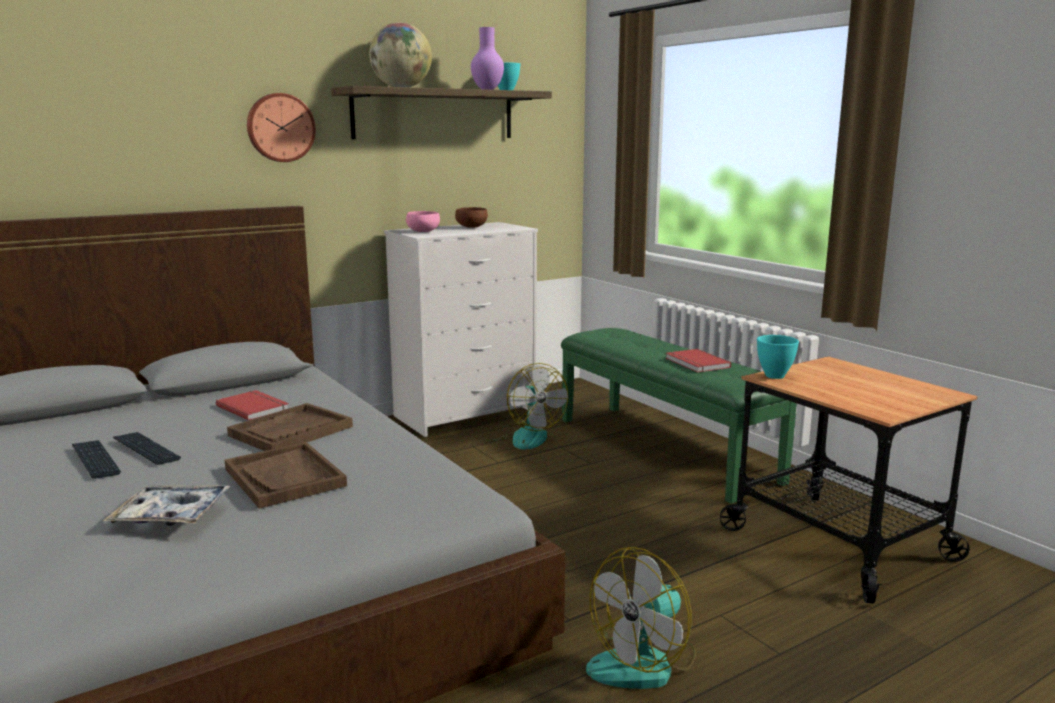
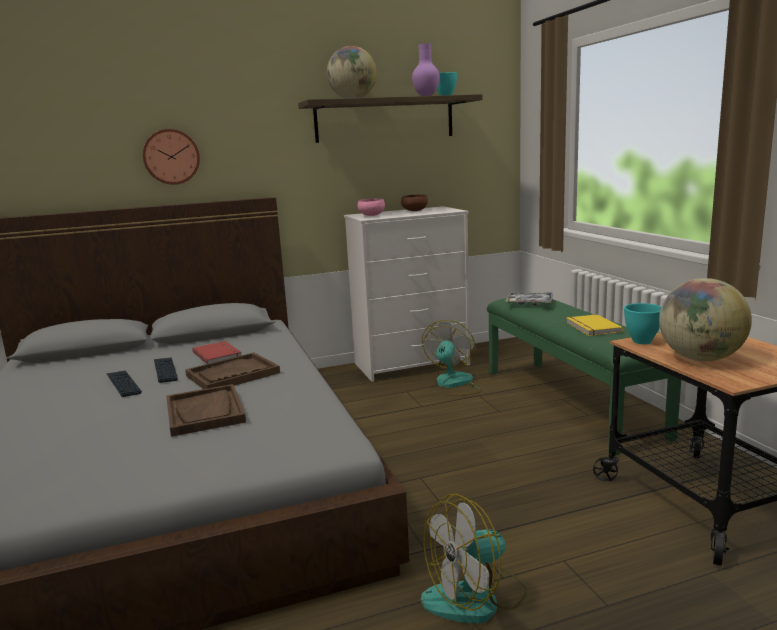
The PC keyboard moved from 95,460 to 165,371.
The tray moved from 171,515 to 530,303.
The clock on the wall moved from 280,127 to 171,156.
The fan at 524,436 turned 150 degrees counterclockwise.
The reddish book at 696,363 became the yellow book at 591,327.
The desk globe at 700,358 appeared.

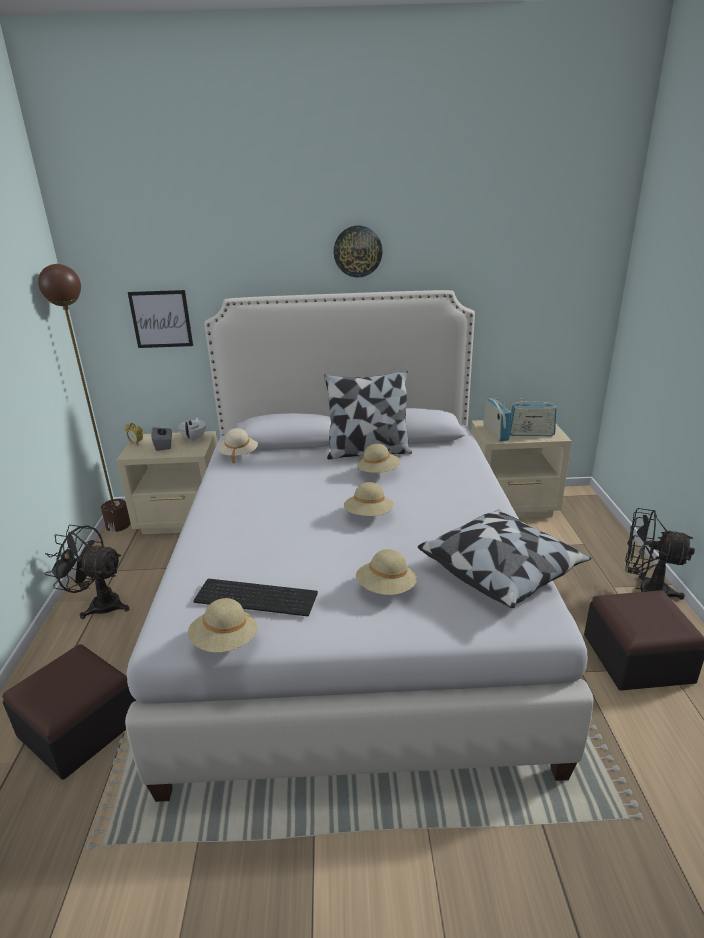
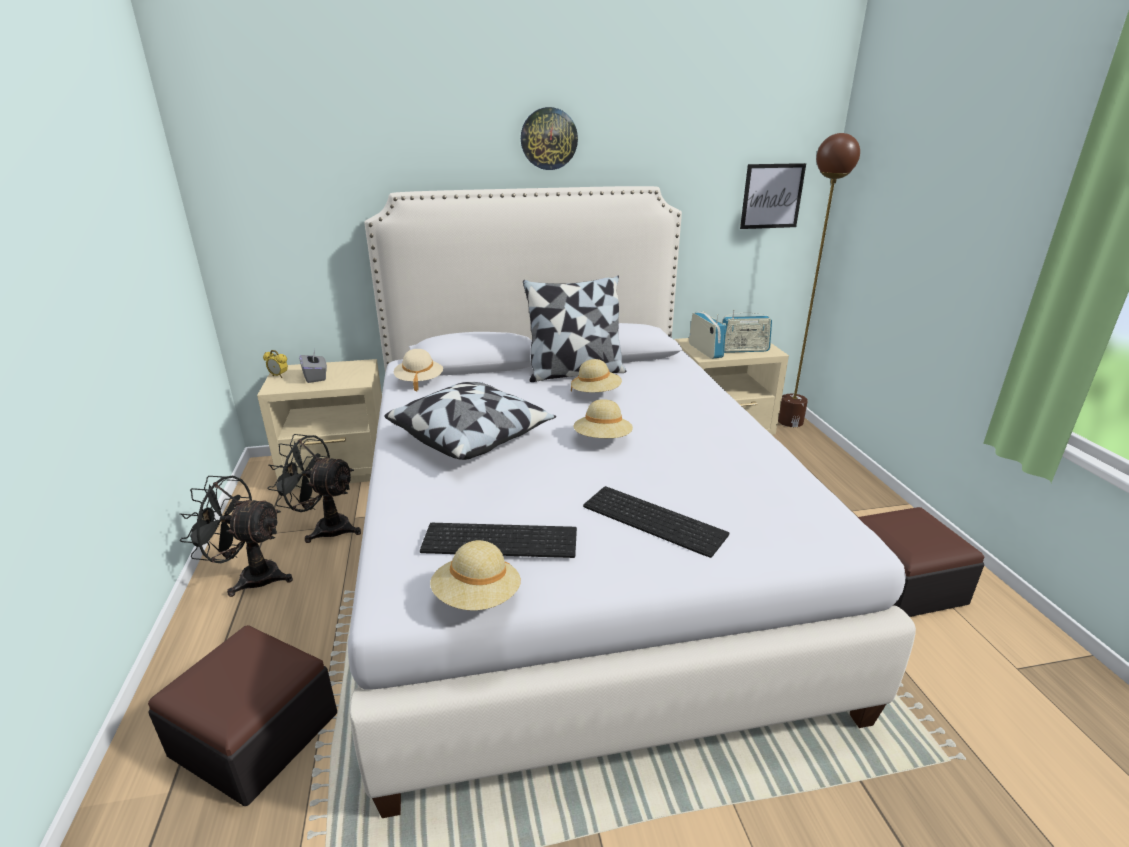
The brownish floor lamp moved from 118,525 to 790,422.
The wall art moved from 161,319 to 772,196.
The whitish teapot at 194,438 disappeared.
The sand-coloured wearable hat at 386,589 was replaced by the PC keyboard at 656,519.
The pillow moved from 501,571 to 472,437.
The black fan moved from 644,590 to 325,528.

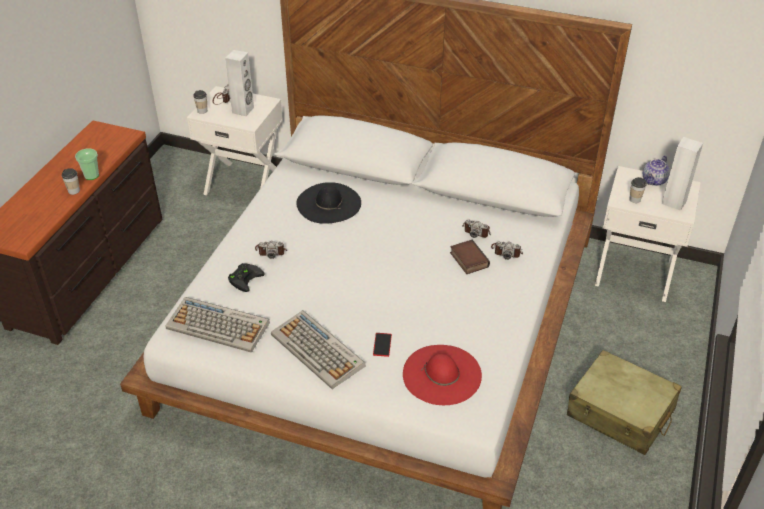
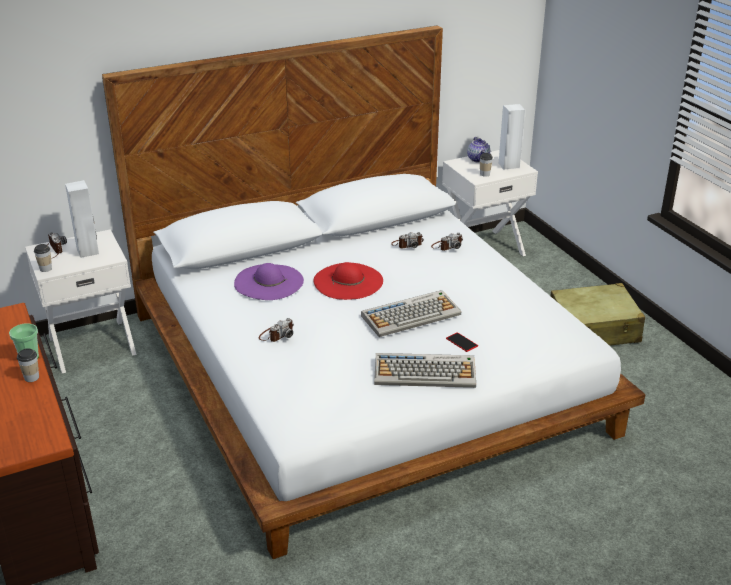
The PC keyboard moved from 219,325 to 411,314.
The black game controller at 245,278 disappeared.
The black wearable hat at 328,203 became the purple wearable hat at 268,282.
The reddish wearable hat moved from 442,374 to 348,281.
The book at 468,259 disappeared.

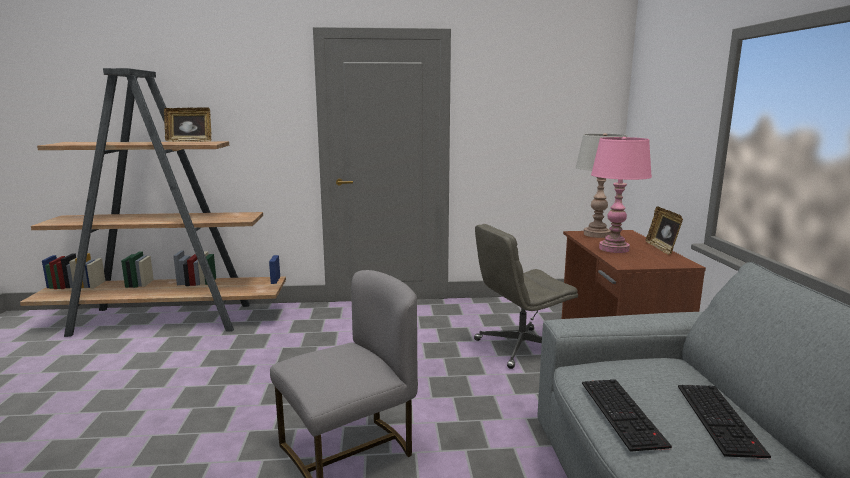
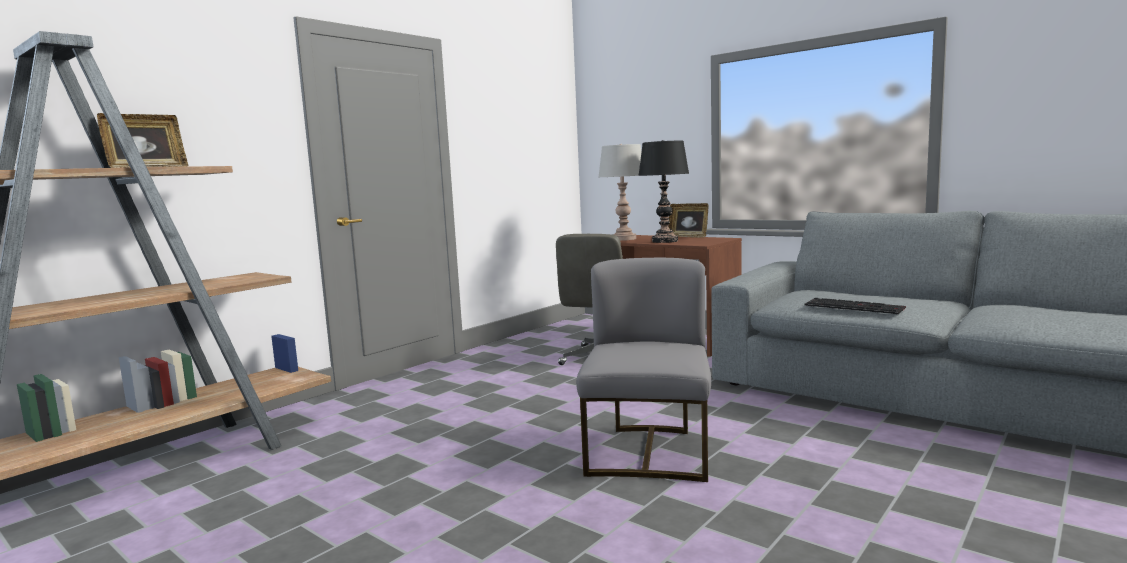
The pink-coloured table lamp at 614,249 became the black table lamp at 665,241.
The PC keyboard at 721,420 disappeared.

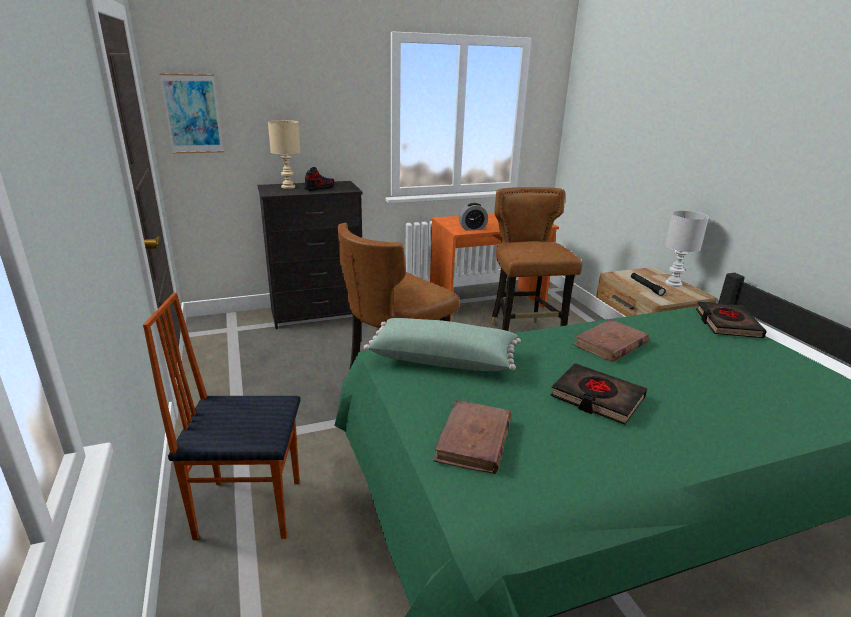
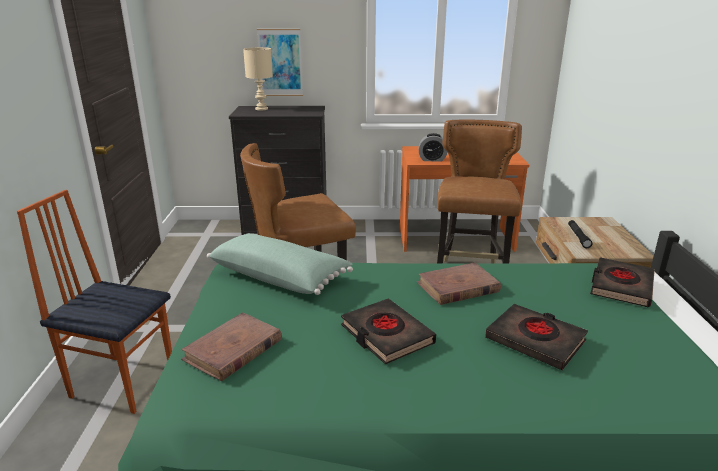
The wall art moved from 192,114 to 280,63.
The item of footwear at 319,188 disappeared.
The whitish table lamp at 672,283 disappeared.
The black book at 535,340 appeared.

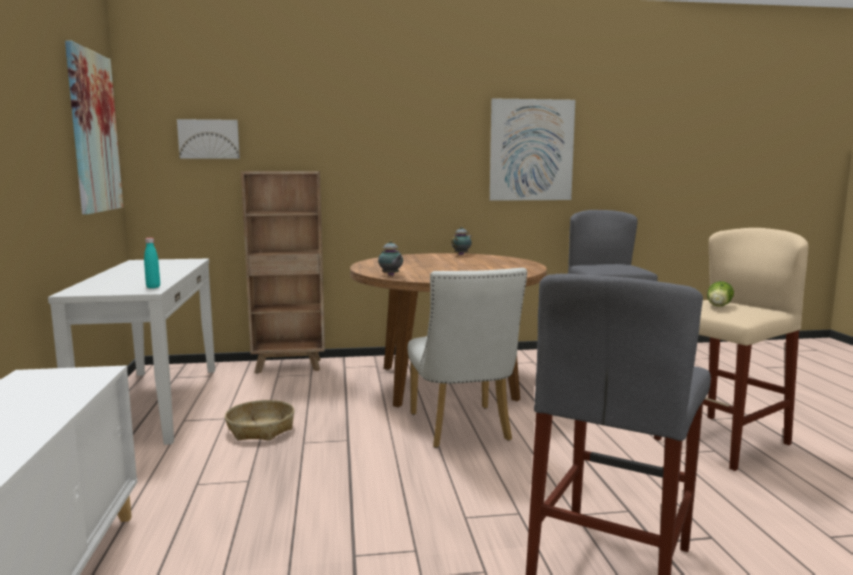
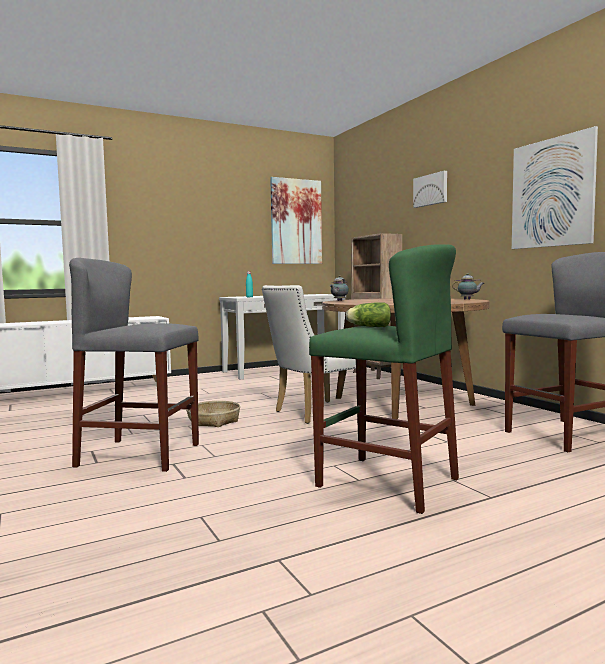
The wall art moved from 209,139 to 431,190.
The household basket moved from 260,429 to 214,421.
The sand-coloured stool at 721,441 became the green stool at 387,482.

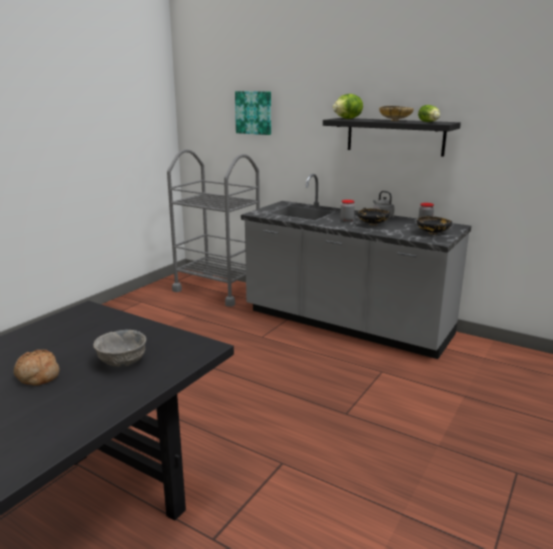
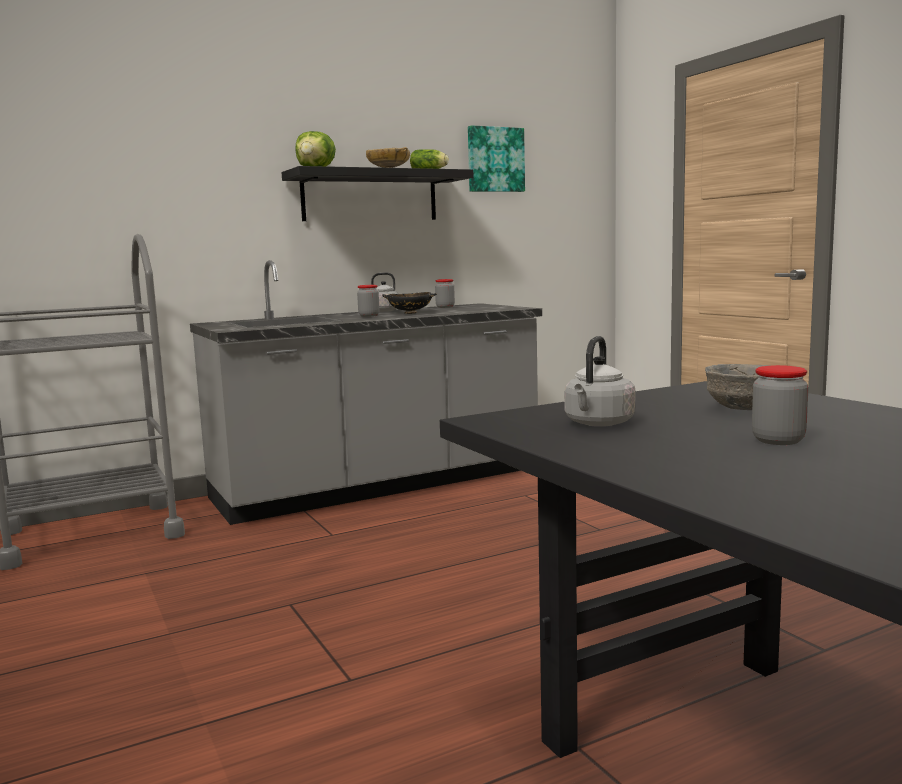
The bakery bread at 37,376 was replaced by the storage jar at 778,440.
The wall art moved from 254,112 to 495,160.
The black serving bowl at 433,233 disappeared.
The greyish kettle at 598,424 appeared.

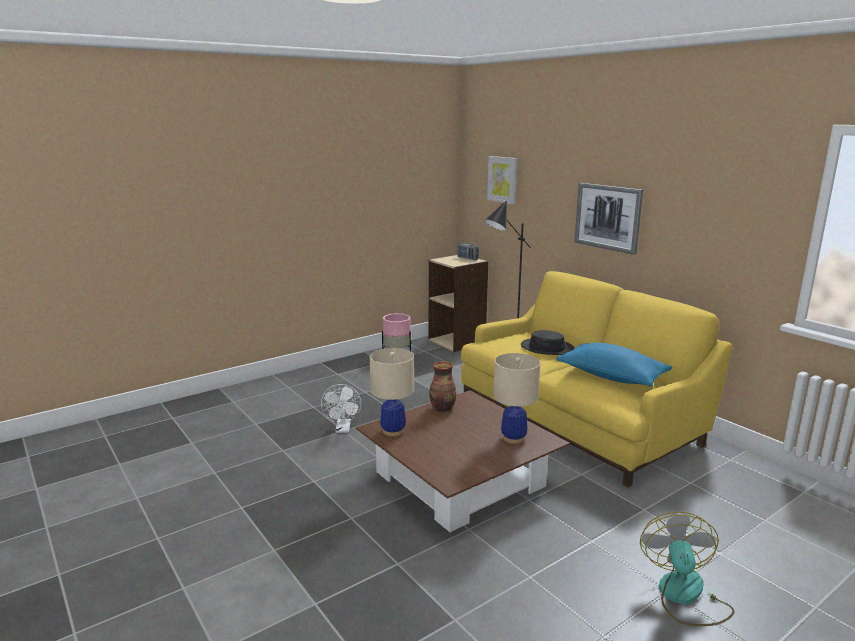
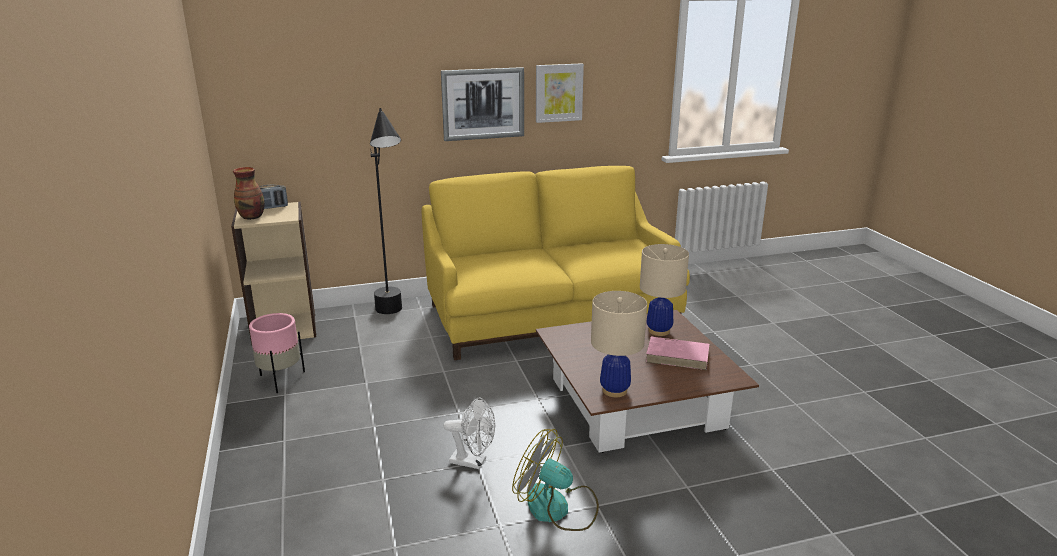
The decorative vase moved from 443,408 to 252,217.
The wall art moved from 502,179 to 558,92.
The black wearable hat at 547,347 disappeared.
The bluish pillow at 612,377 disappeared.
The fan moved from 684,596 to 557,508.
The pink-coloured book at 678,356 appeared.

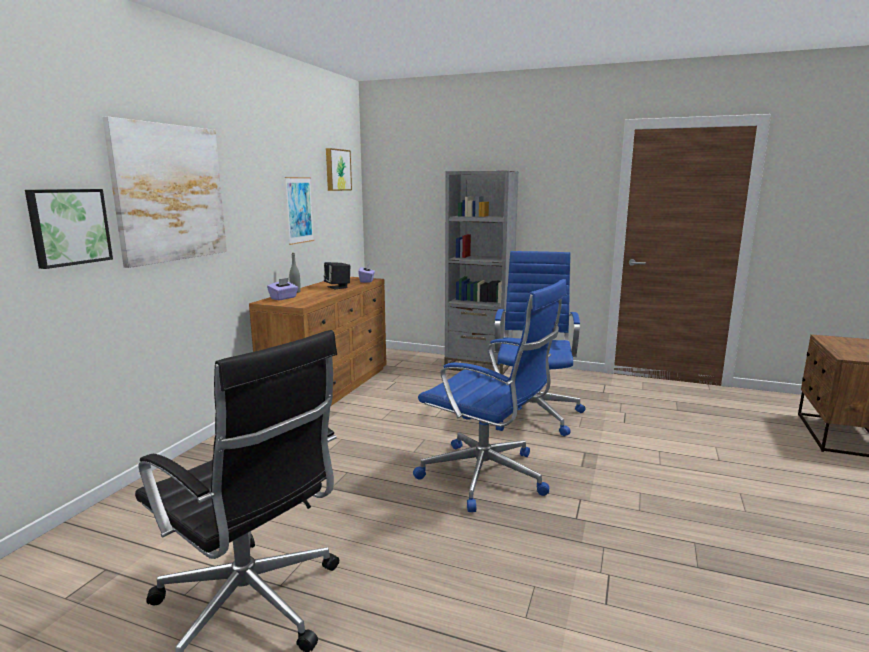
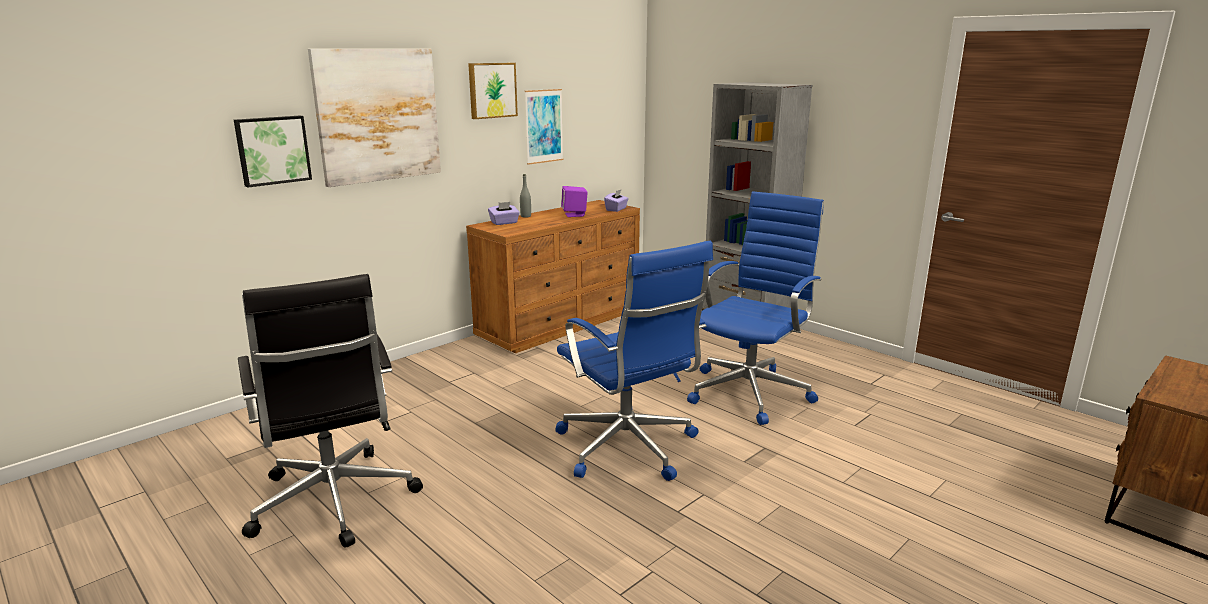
The black audio speaker at 337,287 became the purple audio speaker at 574,214.
The wall art moved from 337,170 to 491,90.

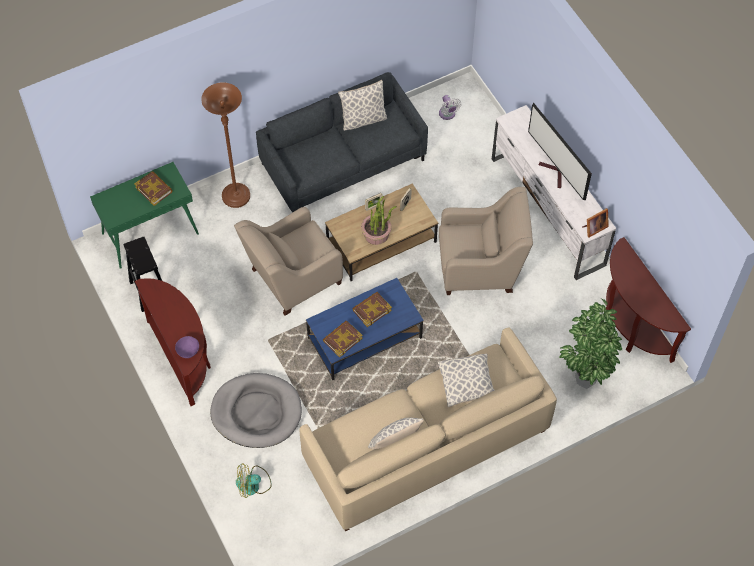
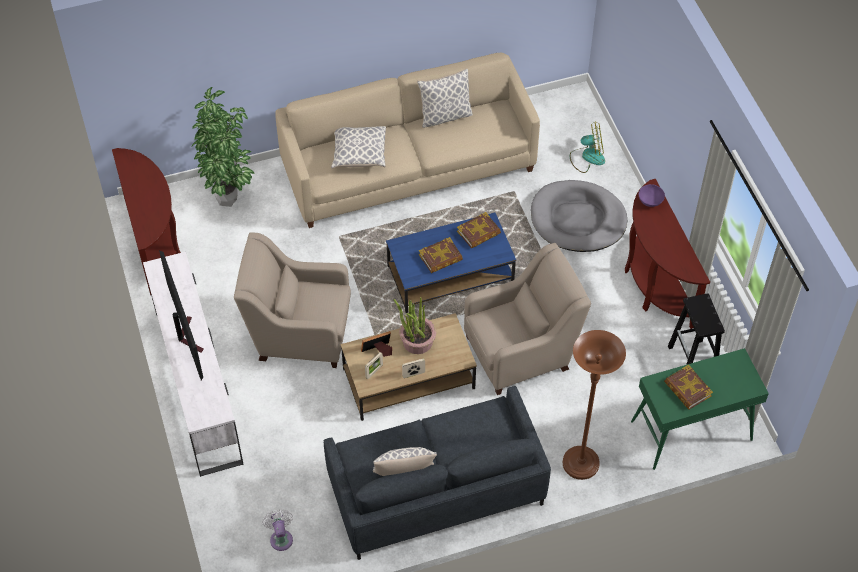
The standing frame moved from 593,228 to 378,351.

